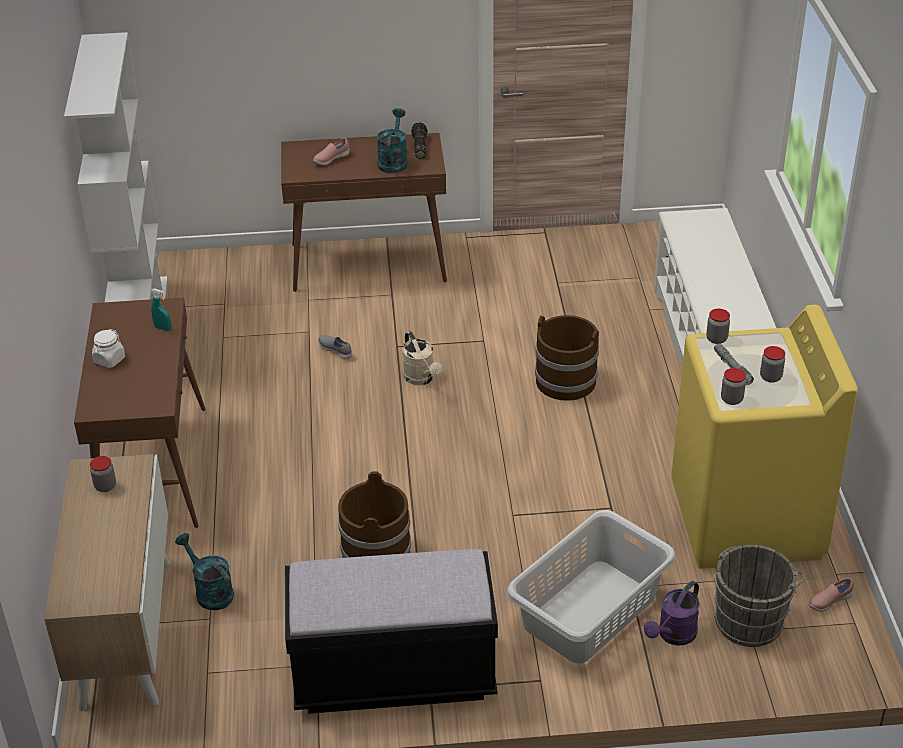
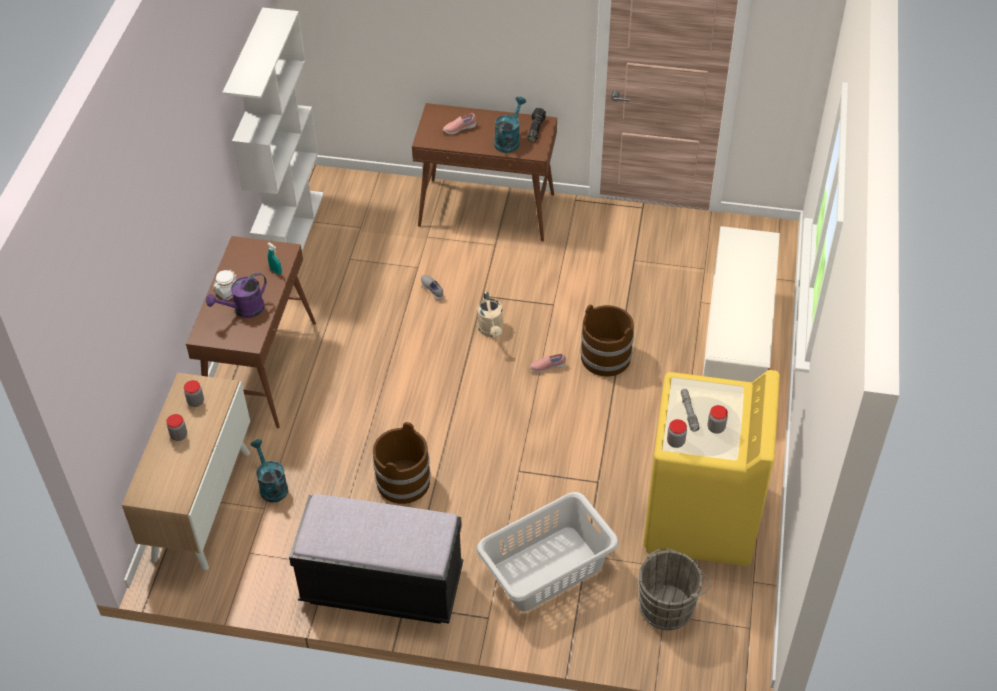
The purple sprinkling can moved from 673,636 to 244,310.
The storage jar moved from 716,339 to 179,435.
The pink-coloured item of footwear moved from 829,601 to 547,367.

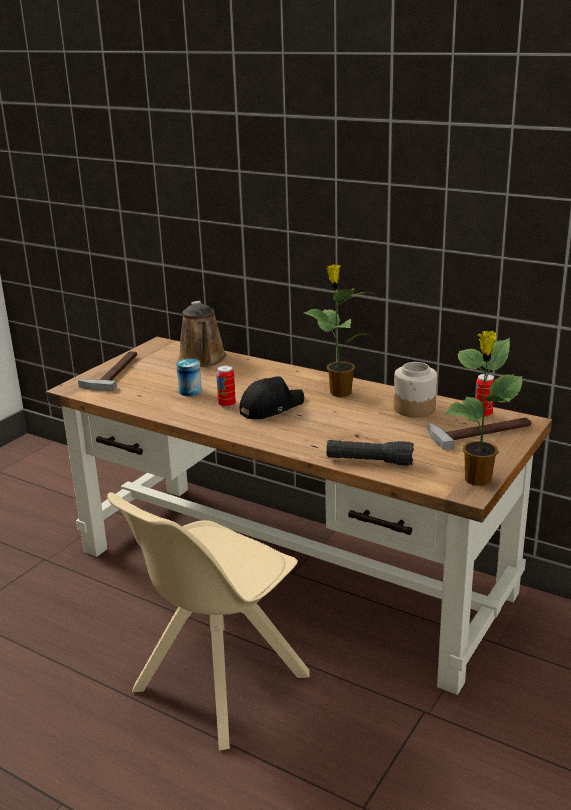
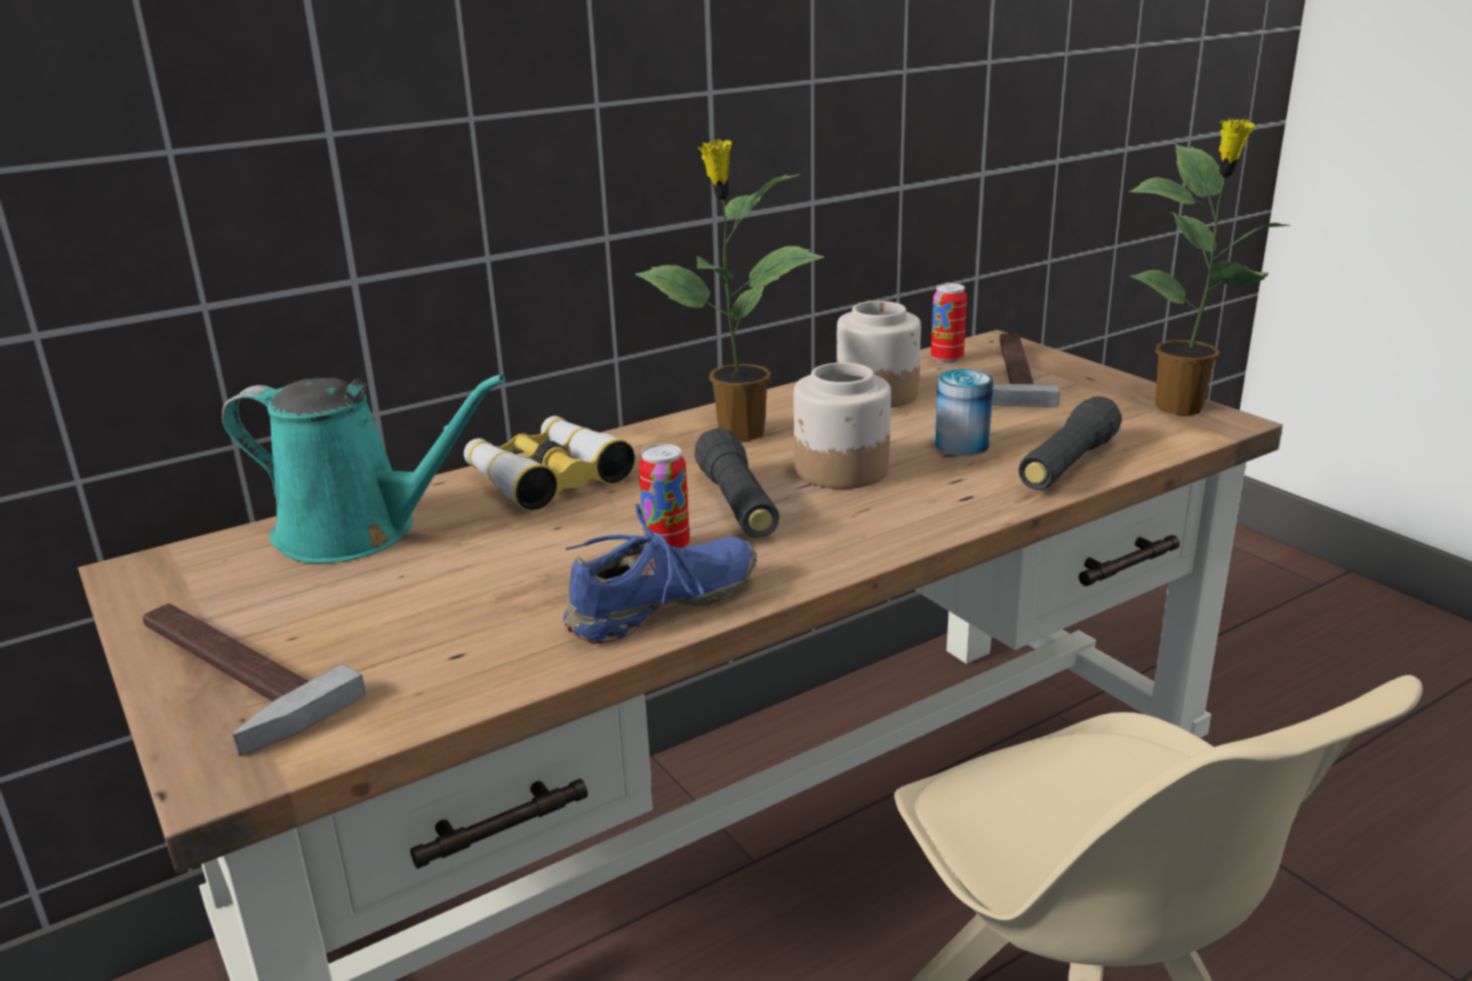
The can moved from 190,391 to 961,445.
The brownish sprinkling can at 203,360 became the blue-green sprinkling can at 358,532.
The black cap at 271,407 was replaced by the black torch at 737,504.
The pair of binoculars at 547,477 appeared.
The bluish item of footwear at 663,607 appeared.
The storage jar at 840,470 appeared.

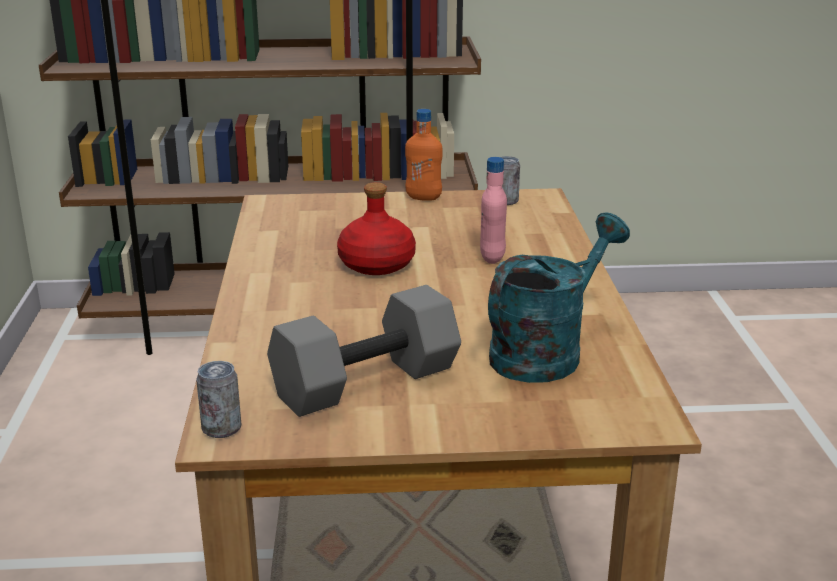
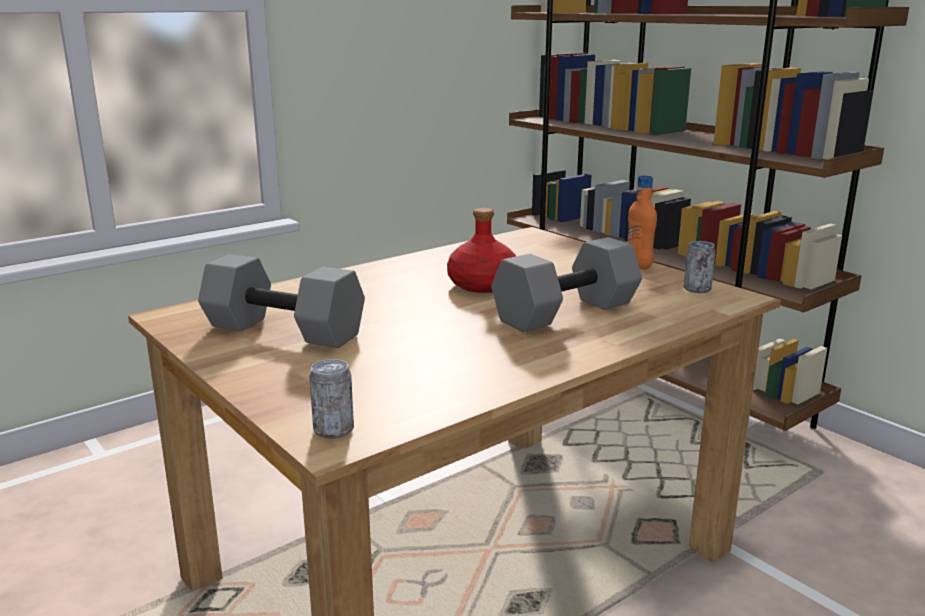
The can moved from 221,428 to 333,430.
The pink-coloured drink bottle at 492,257 was replaced by the greyish hand weight at 566,313.
The blue-green sprinkling can at 545,352 disappeared.

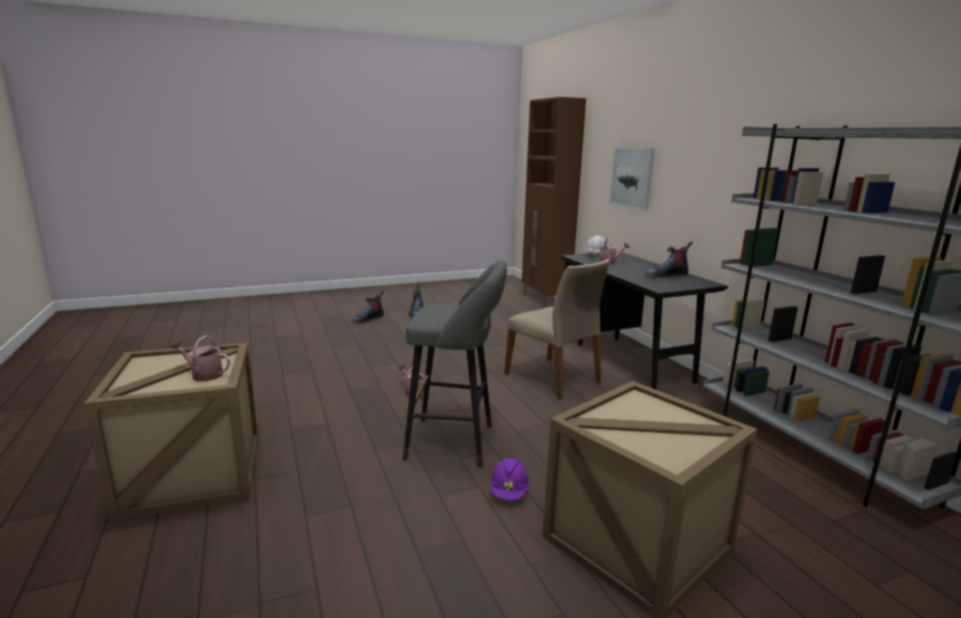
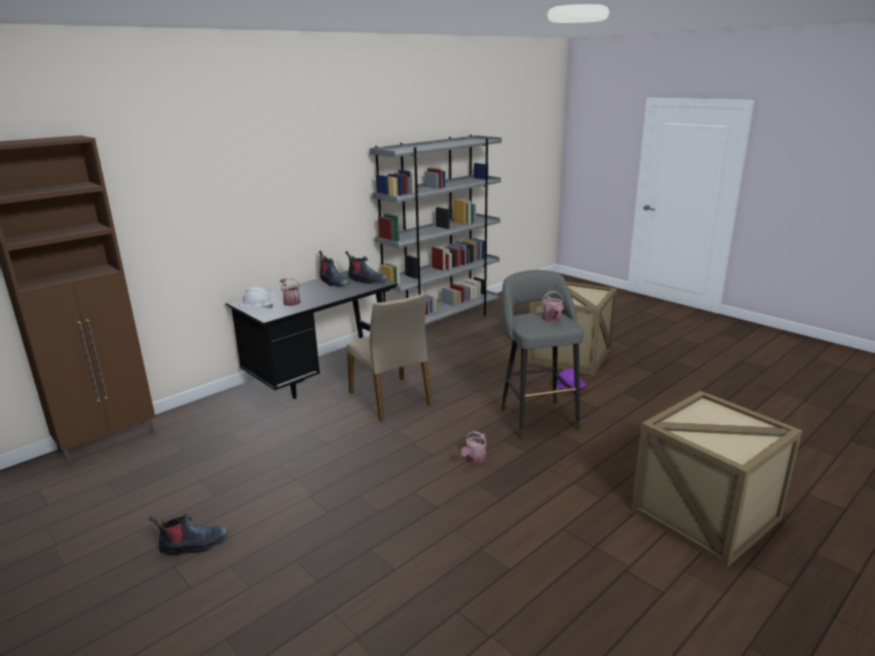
The sprinkling can moved from 203,374 to 552,319.
The boot moved from 368,319 to 366,281.
The sand-coloured chair at 554,378 turned 120 degrees clockwise.
The wall art at 632,177 disappeared.

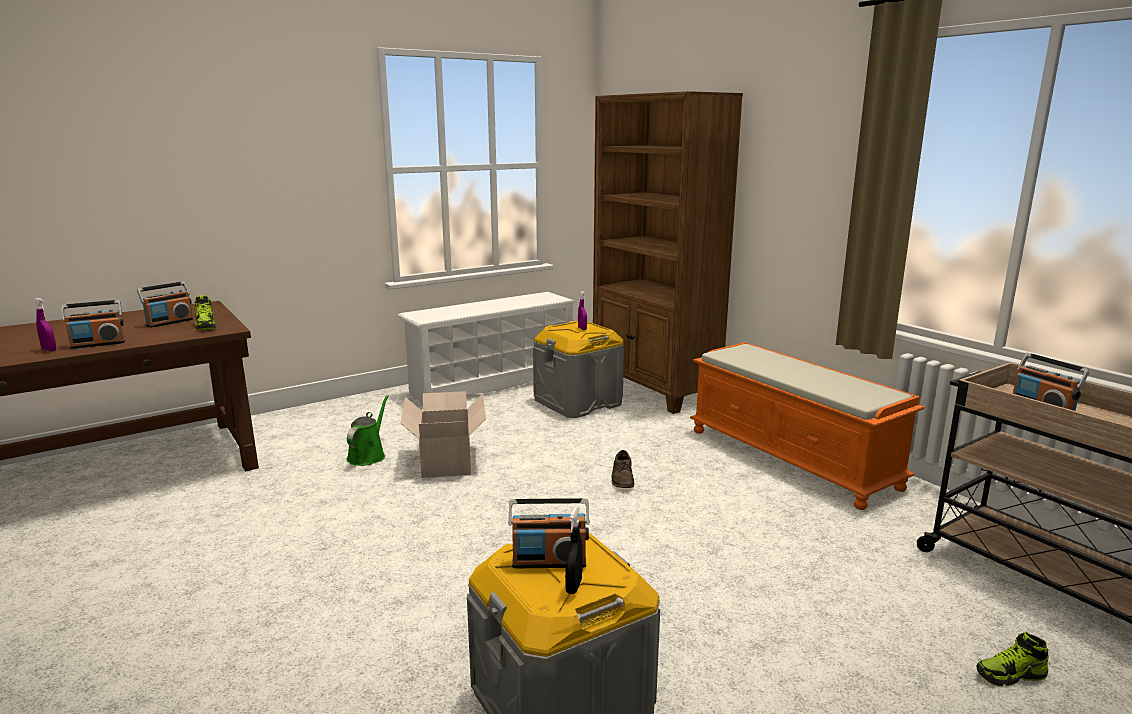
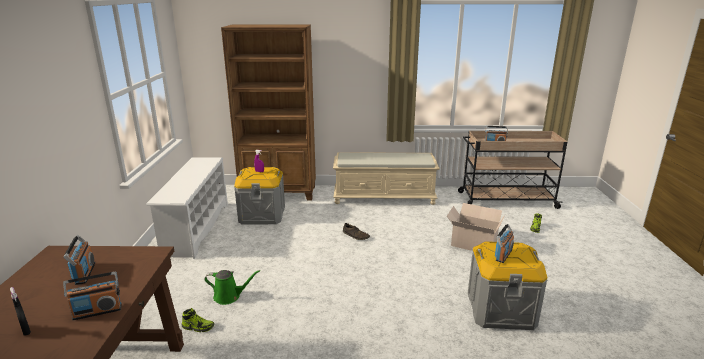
The purple spray bottle at 49,350 disappeared.
The radio set at 98,344 turned 60 degrees clockwise.
The item of footwear moved from 206,326 to 198,327.
The green sprinkling can at 368,456 turned 135 degrees clockwise.
The packing box moved from 447,459 to 472,243.
The black spray bottle moved from 574,586 to 26,331.
The orangey long seat at 792,458 became the sand-coloured long seat at 384,197.

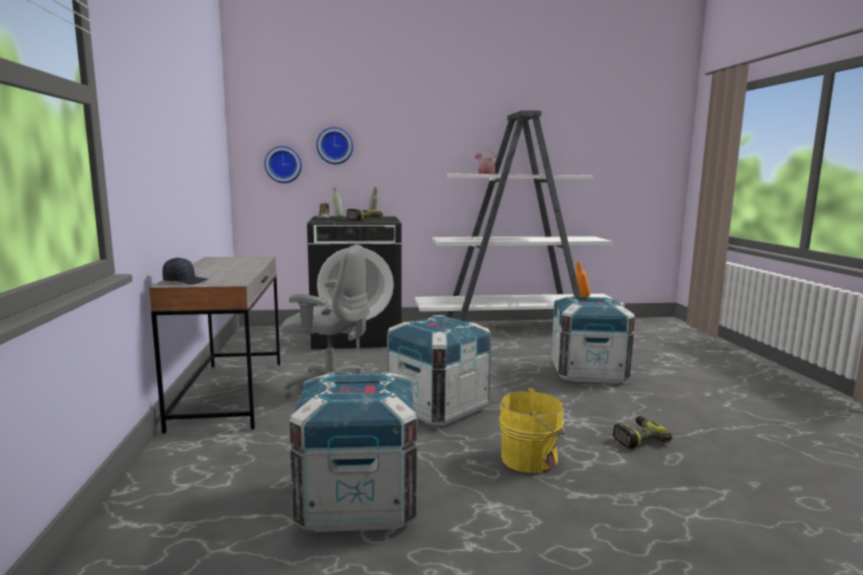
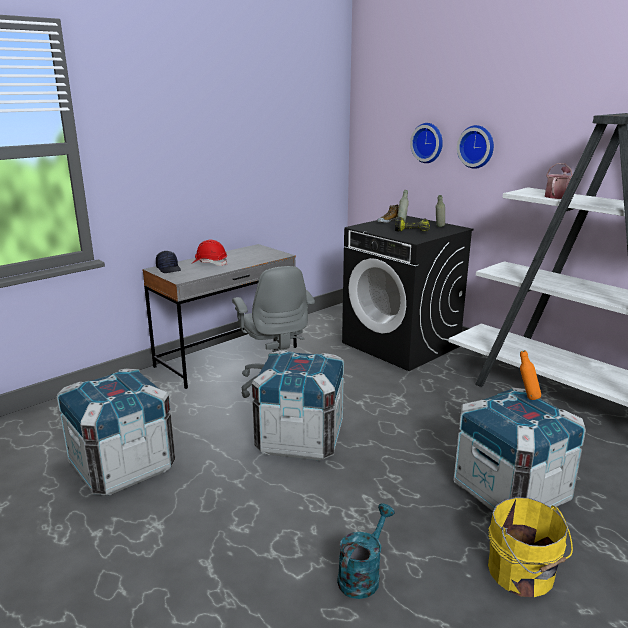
The clock on the wall moved from 283,164 to 477,146.
The yellow bucket moved from 532,459 to 522,574.
The drill at 637,438 was replaced by the blue-green sprinkling can at 362,575.
The reddish work helmet at 210,263 appeared.

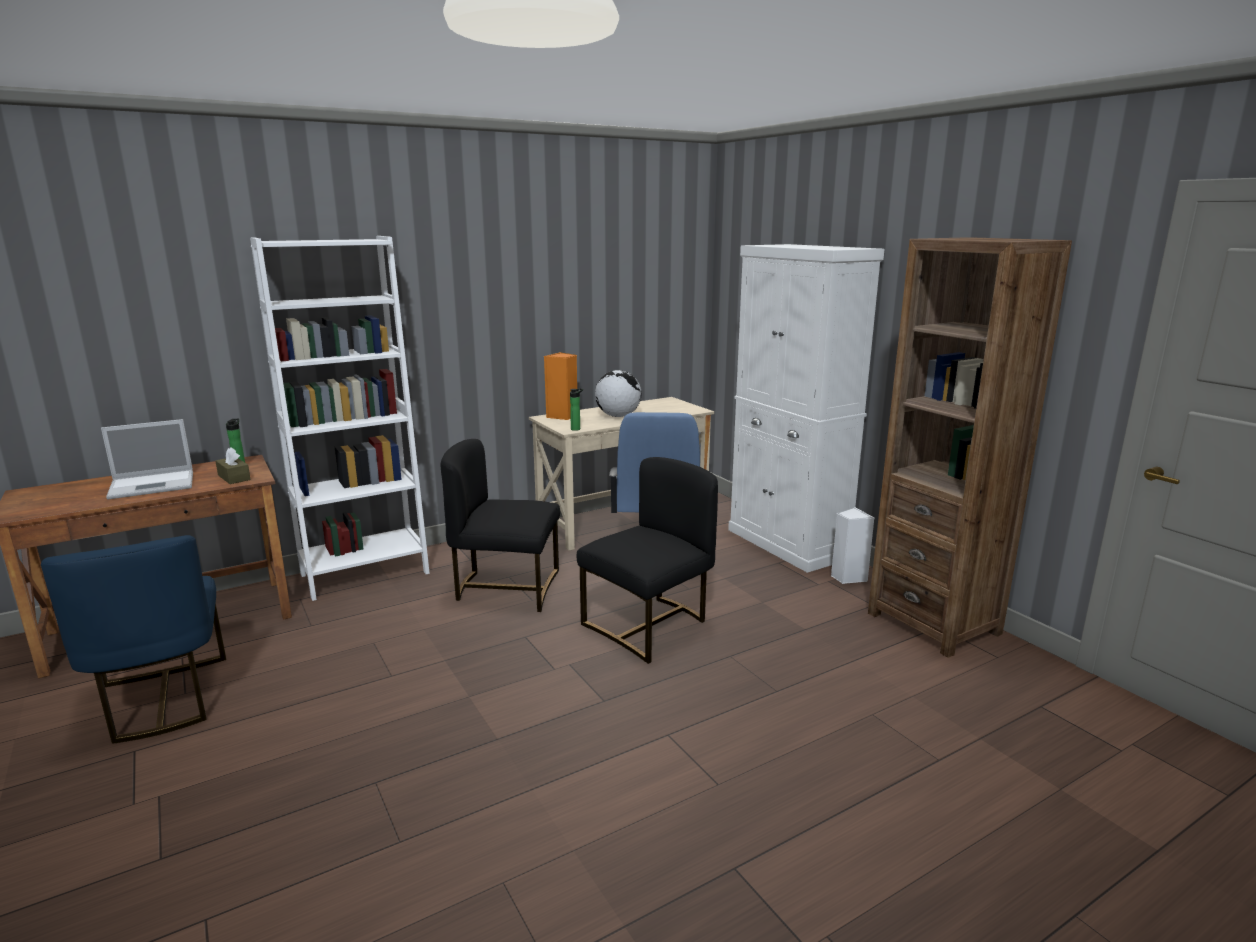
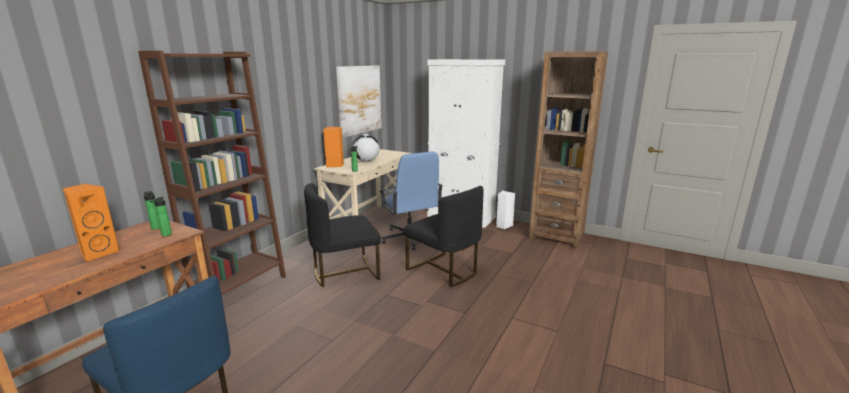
The portable computer at 154,484 was replaced by the orangey audio speaker at 98,253.
The brownish tissue box at 234,477 was replaced by the drink bottle at 165,235.
The whitish shelving unit at 365,573 became the brownish shelving unit at 240,288.
The black chair at 649,626 turned 120 degrees clockwise.
The wall art at 359,99 appeared.

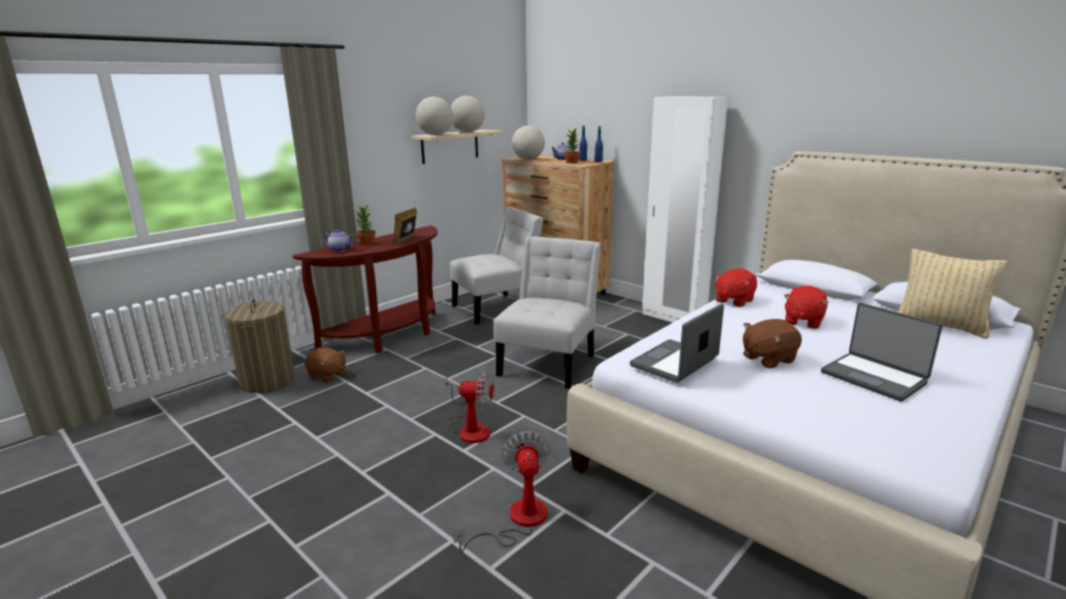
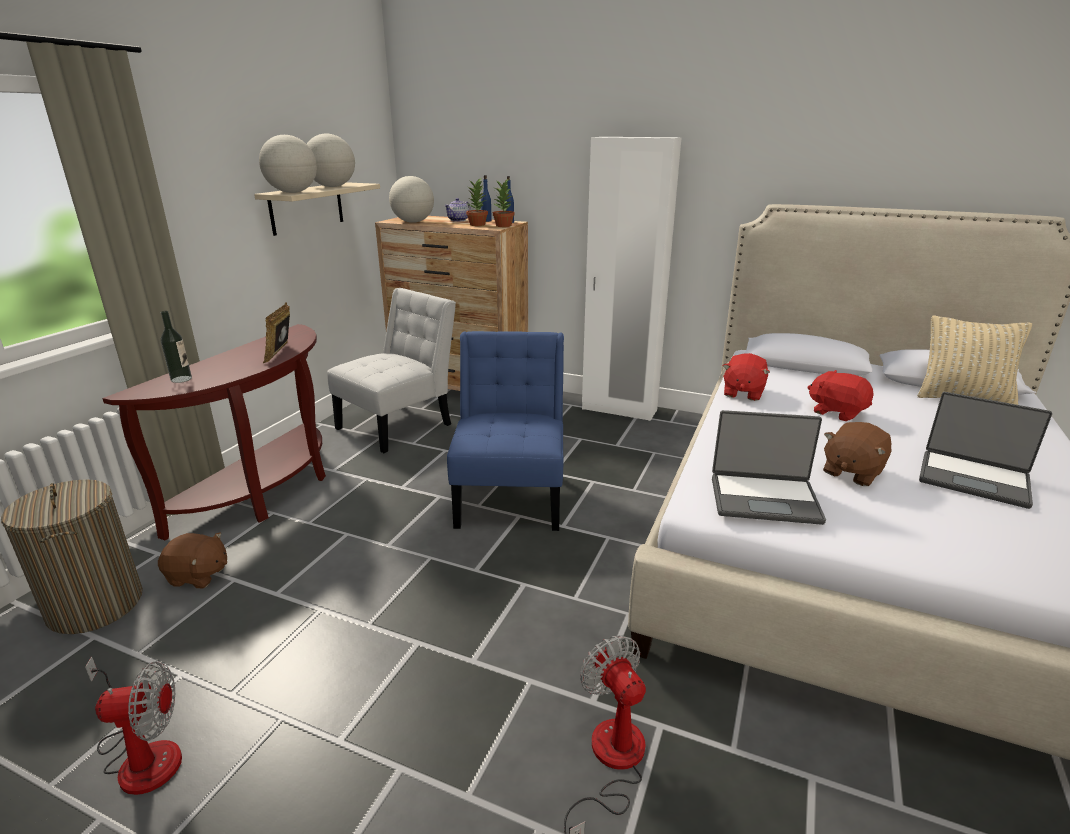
The teapot at 339,249 was replaced by the drink bottle at 181,379.
The potted plant moved from 367,243 to 504,226.
The fan moved from 470,428 to 143,754.
The whitish chair at 549,363 became the bluish chair at 511,496.
The portable computer at 675,363 turned 105 degrees counterclockwise.
The reddish soft toy at 803,321 turned 120 degrees clockwise.

